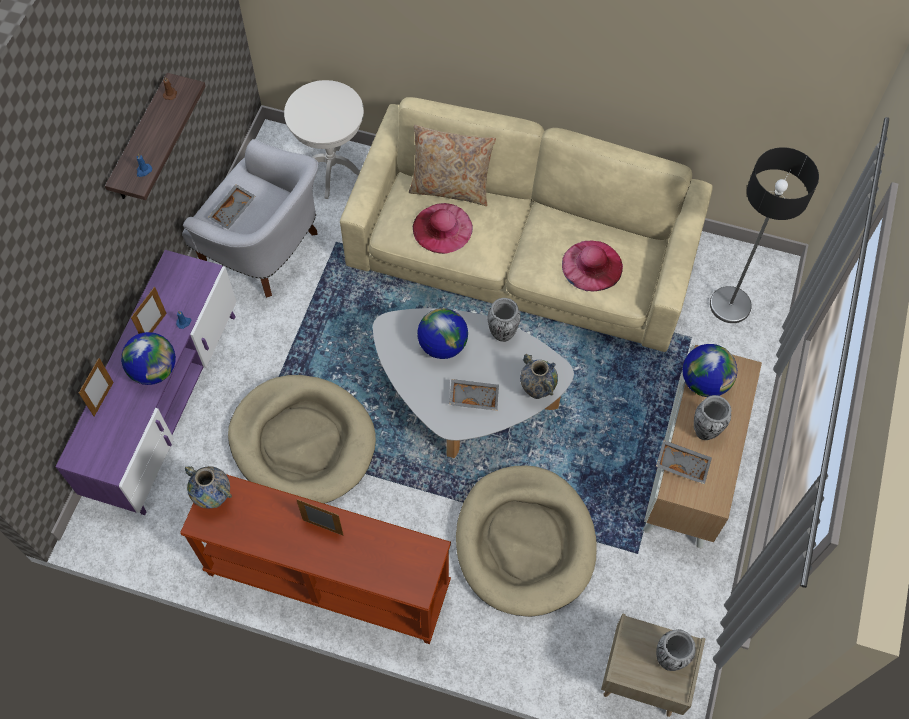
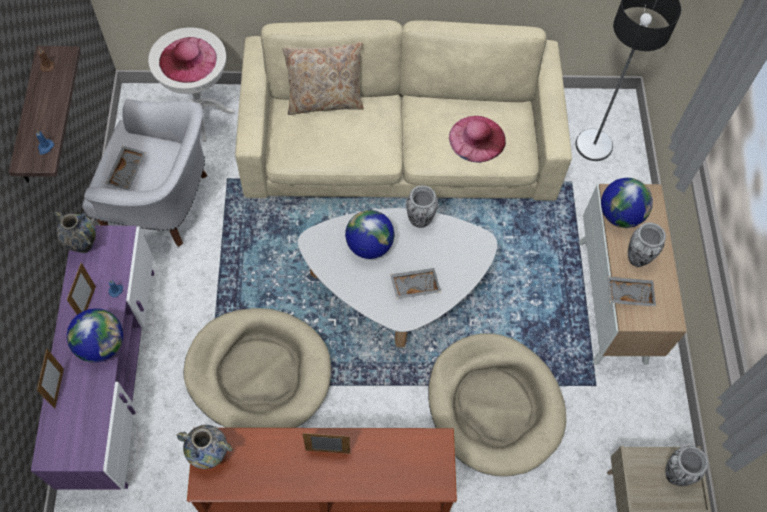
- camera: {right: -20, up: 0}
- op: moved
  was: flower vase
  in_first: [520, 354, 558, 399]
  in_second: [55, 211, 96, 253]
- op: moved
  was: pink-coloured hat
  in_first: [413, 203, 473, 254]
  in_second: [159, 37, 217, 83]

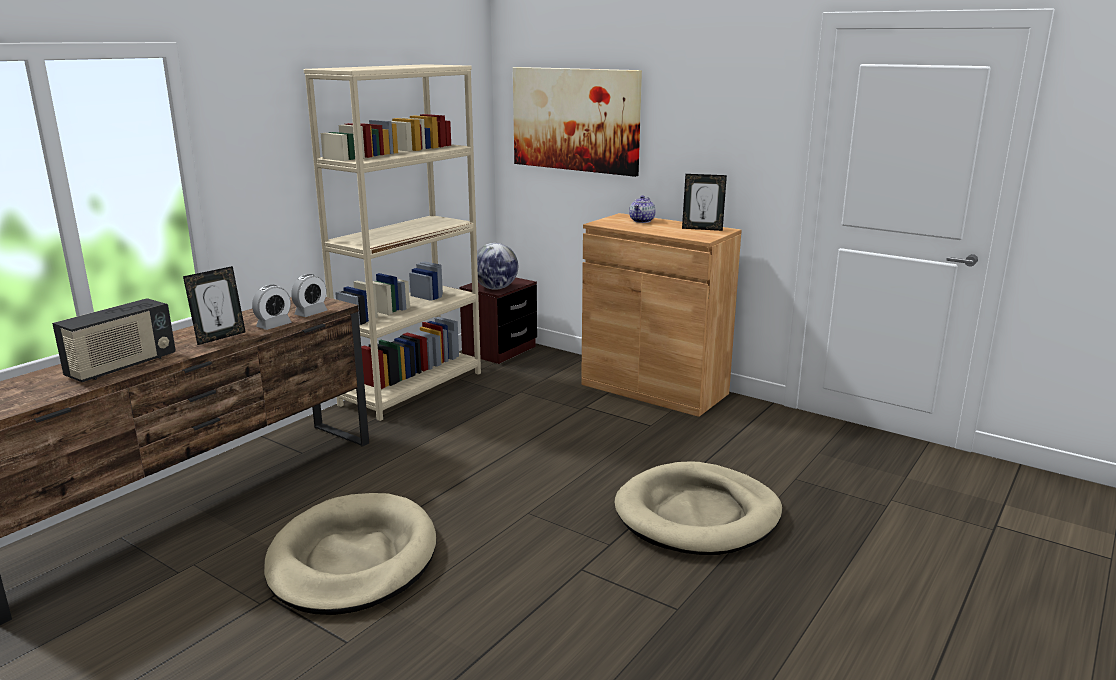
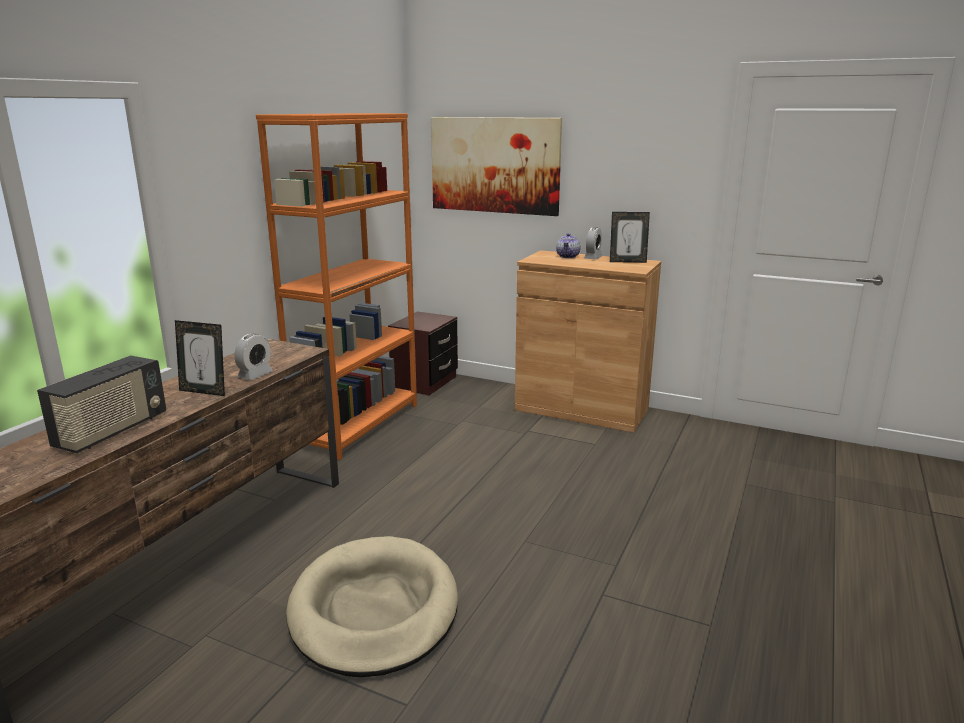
- camera: {right: -10, up: 0}
- op: turned
  was: standing frame
  in_first: [183, 266, 246, 345]
  in_second: [175, 320, 225, 396]
  clockwise: 75
- op: recoloured
  was: beige-coloured shelving unit
  now: orange shelving unit
  in_first: [304, 64, 481, 421]
  in_second: [256, 113, 417, 460]
- op: moved
  was: bedside clock
  in_first: [291, 274, 328, 317]
  in_second: [584, 227, 603, 259]
- op: removed
  was: desk globe
  in_first: [477, 243, 518, 290]
- op: removed
  was: beige-coloured dog cushion
  in_first: [614, 461, 782, 555]

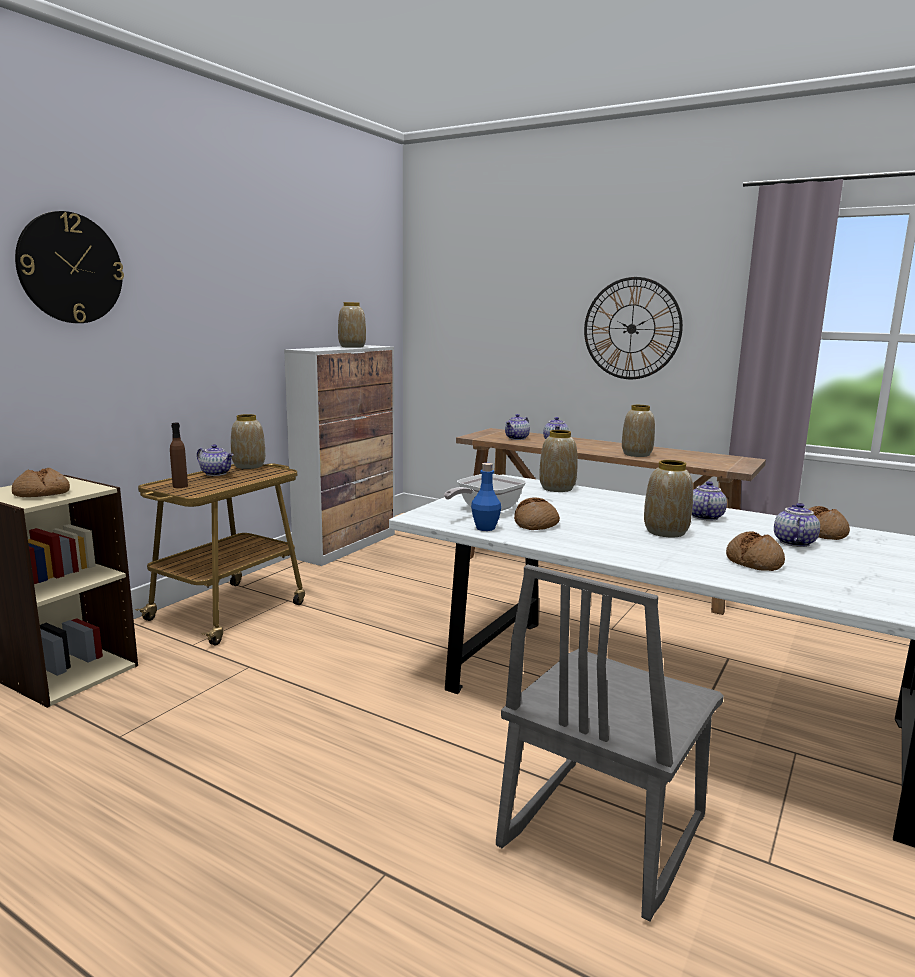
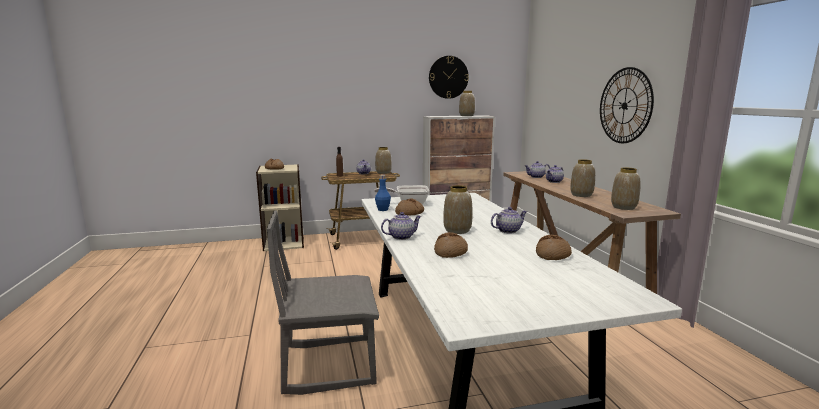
- camera: {right: 45, up: 0}
- op: moved
  was: tea pot
  in_first: [774, 503, 820, 547]
  in_second: [381, 212, 422, 240]
- op: moved
  was: wall clock
  in_first: [15, 211, 124, 323]
  in_second: [429, 56, 469, 99]
- op: moved
  was: flower vase
  in_first: [539, 430, 577, 492]
  in_second: [611, 168, 641, 210]

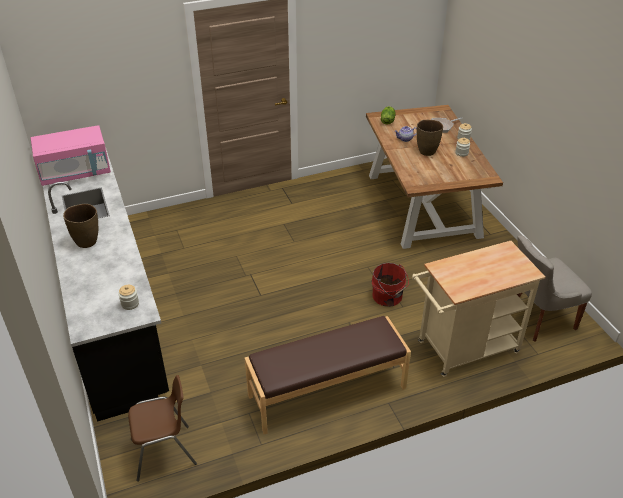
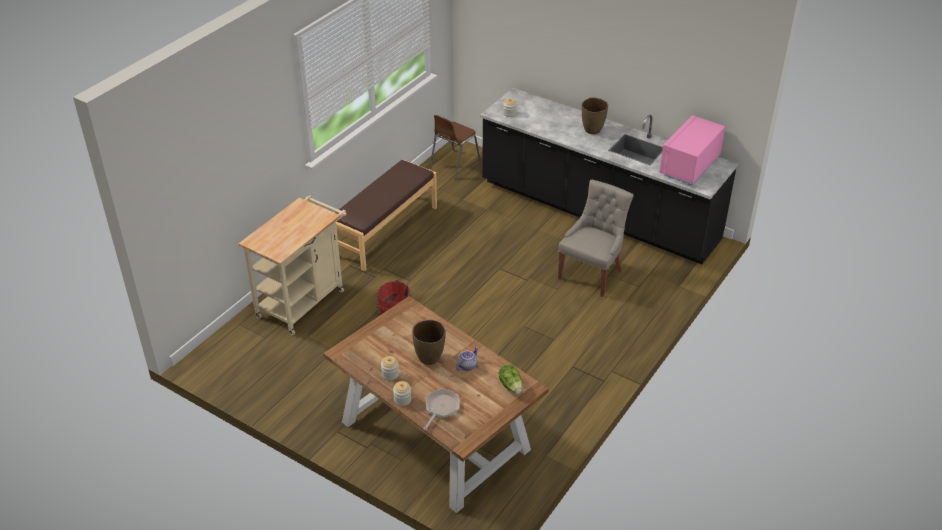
- camera: {right: 145, up: 0}
- op: moved
  was: grey plain chair
  in_first: [517, 235, 592, 342]
  in_second: [558, 180, 634, 297]

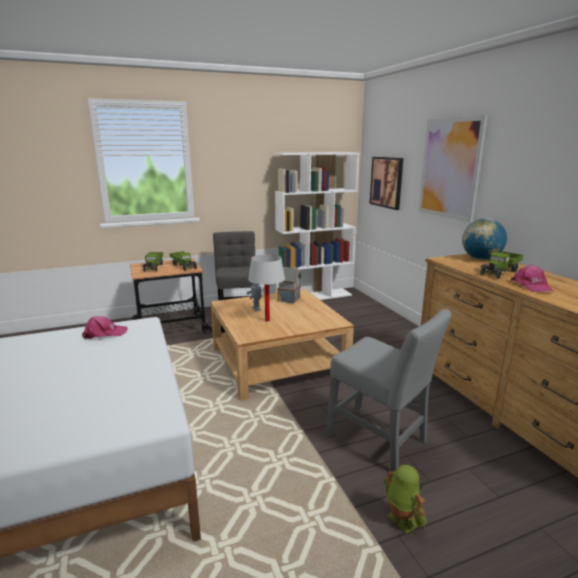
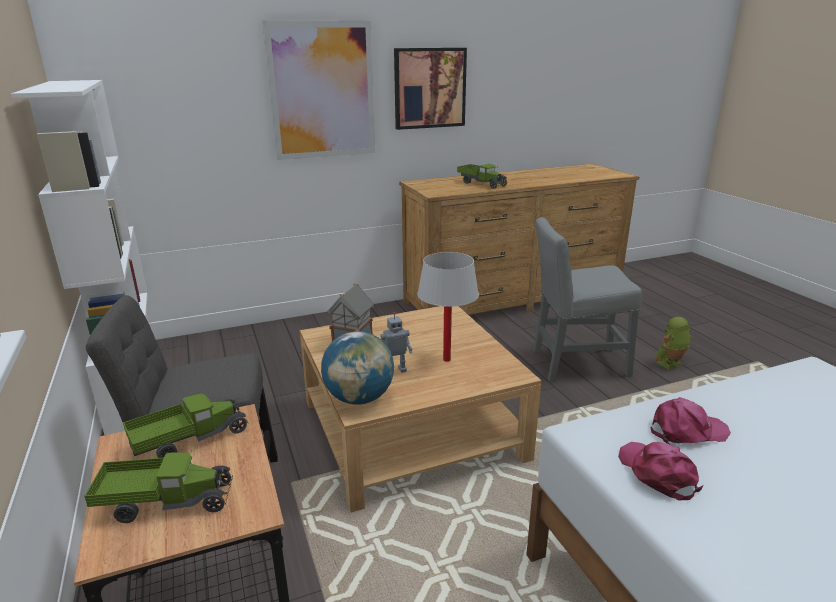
- camera: {right: -90, up: 5}
- op: moved
  was: desk globe
  in_first: [462, 218, 507, 260]
  in_second: [321, 331, 394, 405]
- op: moved
  was: wall art
  in_first: [370, 157, 403, 210]
  in_second: [394, 48, 467, 130]
- op: turned
  was: grey plain chair
  in_first: [326, 309, 452, 472]
  in_second: [533, 217, 642, 382]
  clockwise: -135
- op: moved
  was: pink-coloured peaked cap
  in_first: [511, 265, 553, 292]
  in_second: [651, 397, 731, 445]

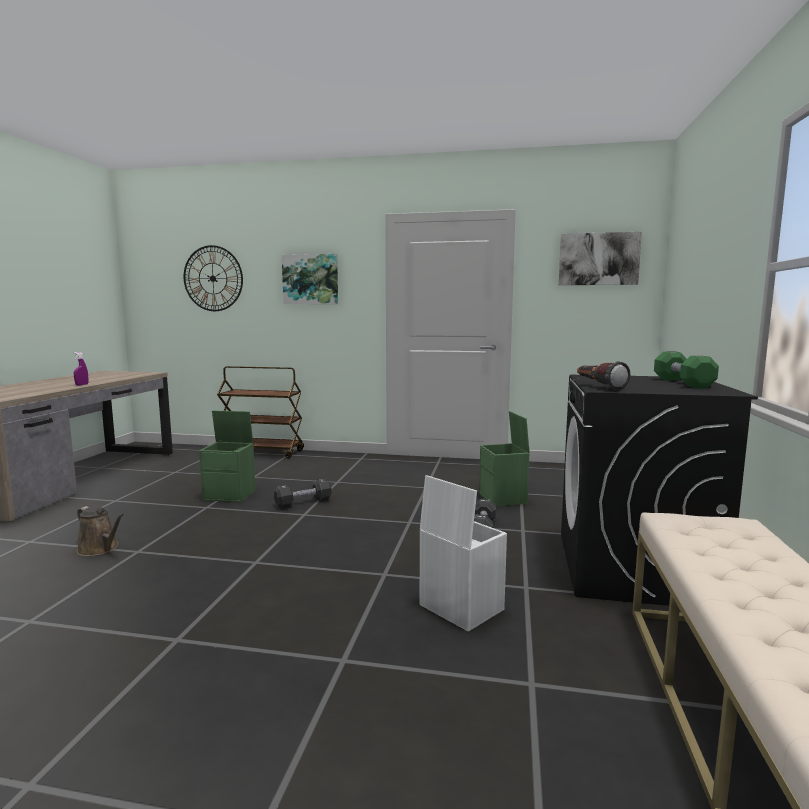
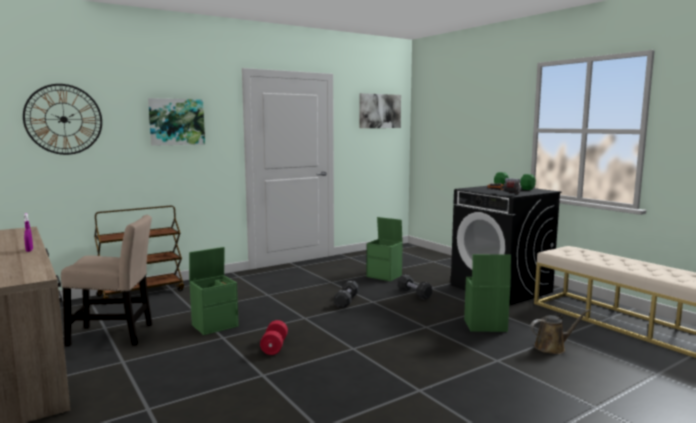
- camera: {right: -45, up: 0}
- op: added
  now: beige-coloured plain chair
  in_second: [61, 215, 152, 346]
- op: added
  now: red dumbbell
  in_second: [260, 320, 288, 355]
- op: moved
  was: blackish dumbbell
  in_first: [274, 479, 332, 509]
  in_second: [334, 280, 359, 308]
- op: recoloured
  was: whitish storage box
  now: greenish storage box
  in_first: [419, 475, 507, 632]
  in_second: [464, 254, 511, 332]
- op: moved
  was: brown watering can
  in_first: [77, 506, 124, 556]
  in_second: [530, 309, 590, 354]

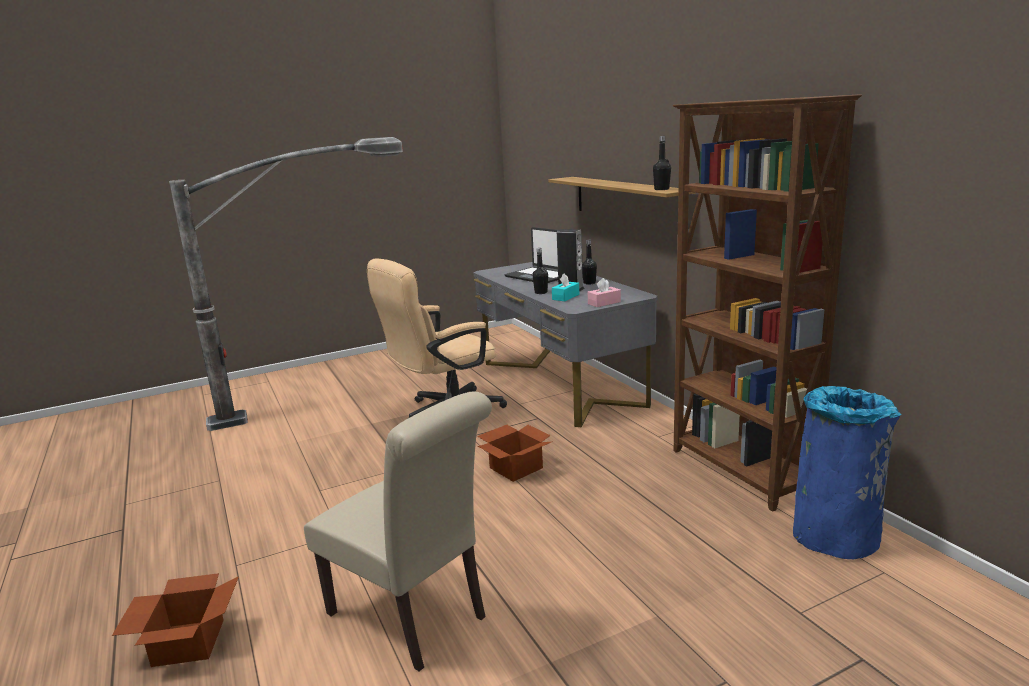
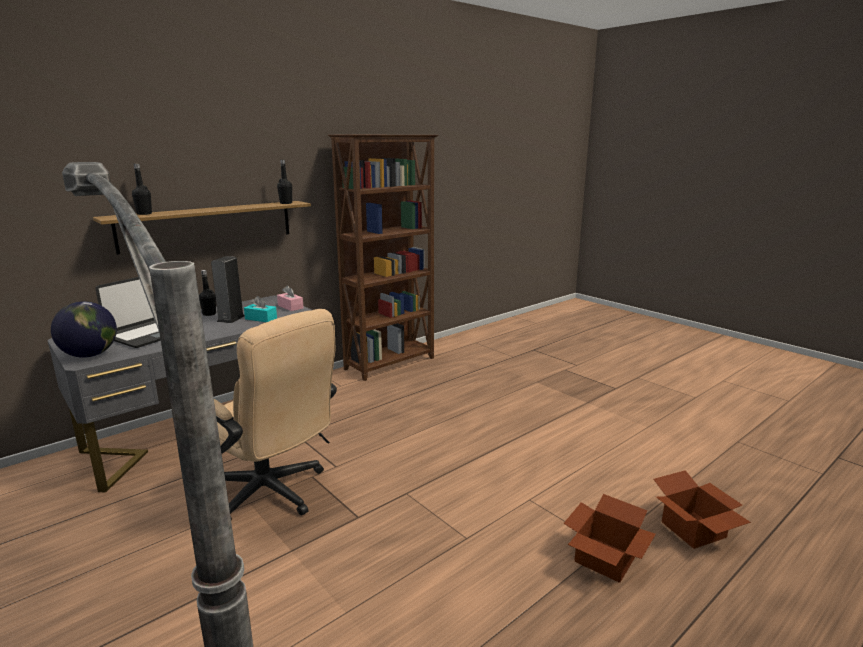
- camera: {right: -105, up: 0}
- op: added
  now: desk globe
  in_second: [51, 301, 117, 358]
- op: moved
  was: blackish beverage bottle
  in_first: [532, 248, 548, 294]
  in_second: [132, 164, 152, 215]
- op: moved
  was: carton
  in_first: [477, 425, 551, 482]
  in_second: [563, 494, 656, 583]
- op: removed
  was: beige-coloured plain chair
  in_first: [304, 392, 492, 672]
- op: removed
  was: blue rubbish bin
  in_first: [793, 386, 901, 559]

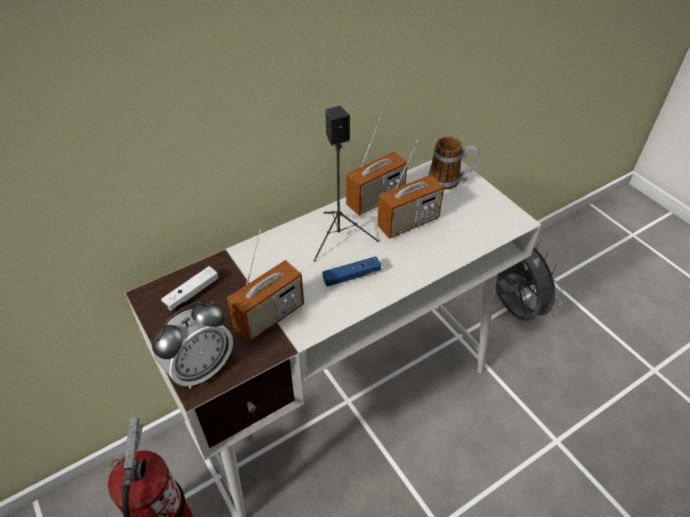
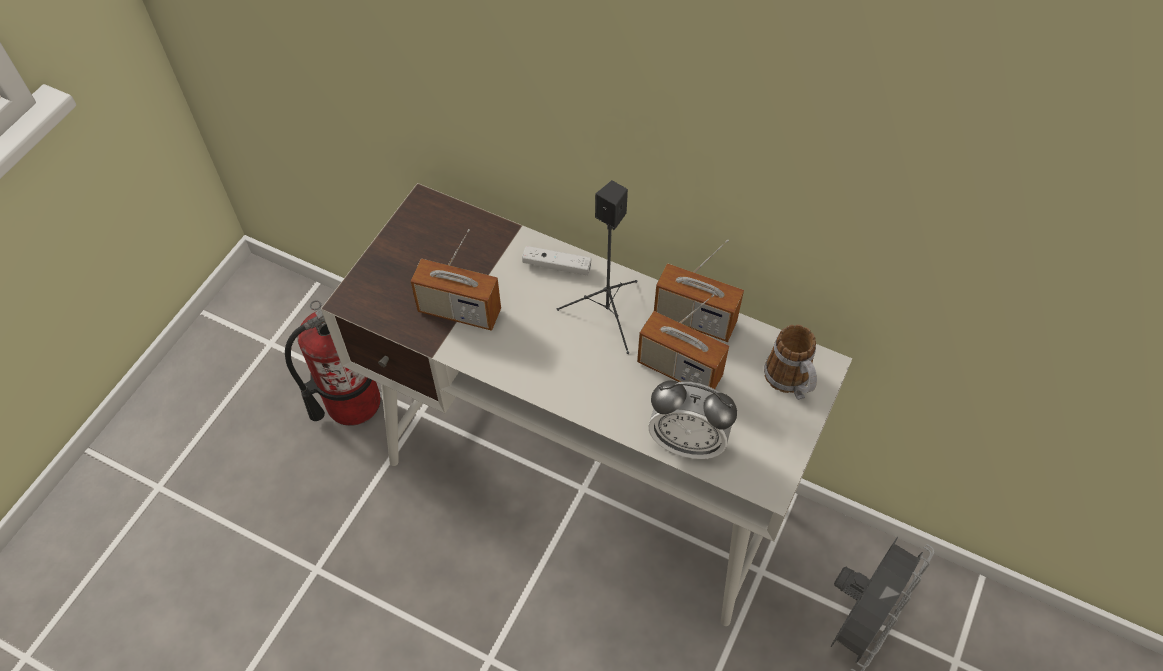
- camera: {right: 60, up: 10}
- op: moved
  was: whitish joypad
  in_first: [161, 266, 218, 310]
  in_second: [522, 246, 591, 275]
- op: moved
  was: bedside clock
  in_first: [152, 301, 233, 389]
  in_second: [648, 381, 737, 459]
- op: removed
  was: blue joypad
  in_first: [322, 256, 381, 286]

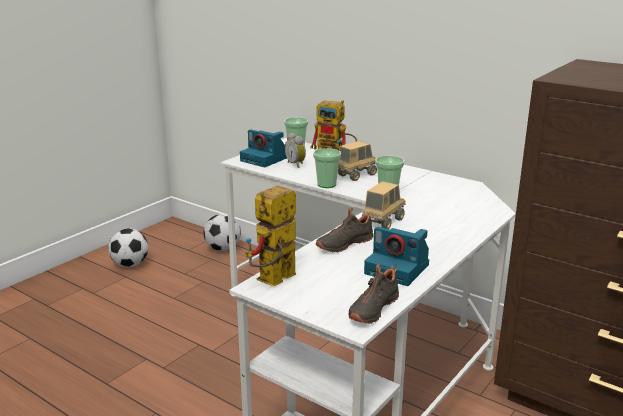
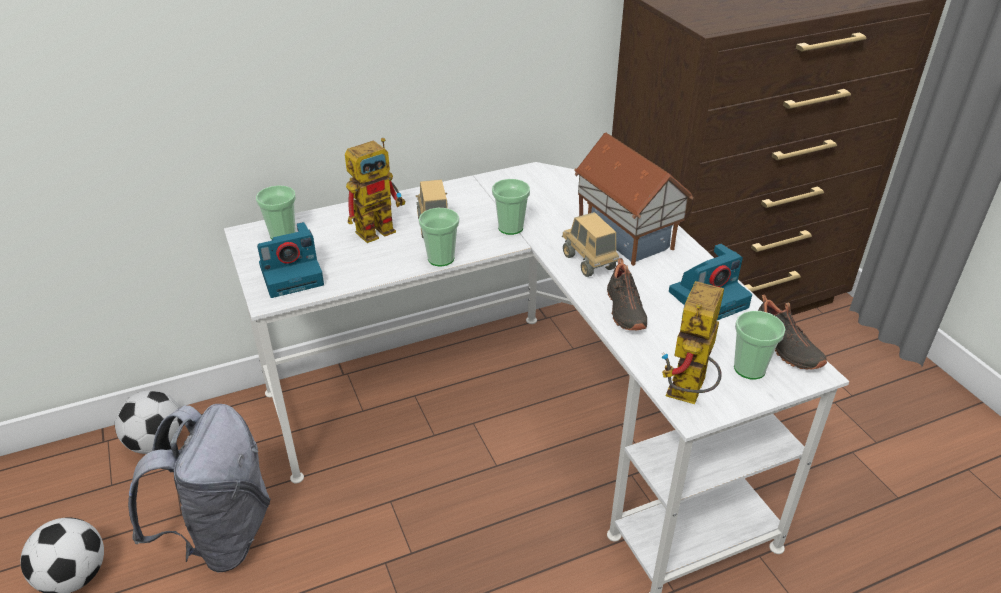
- camera: {right: -60, up: 15}
- op: added
  now: grey knapsack
  in_second: [128, 404, 271, 573]
- op: added
  now: toy house
  in_second: [574, 133, 694, 266]
- op: turned
  was: model robot
  in_first: [245, 186, 296, 286]
  in_second: [662, 281, 724, 404]
  clockwise: 45
- op: added
  now: drinking cup
  in_second: [734, 311, 786, 379]
- op: removed
  was: bedside clock
  in_first: [285, 133, 306, 168]

